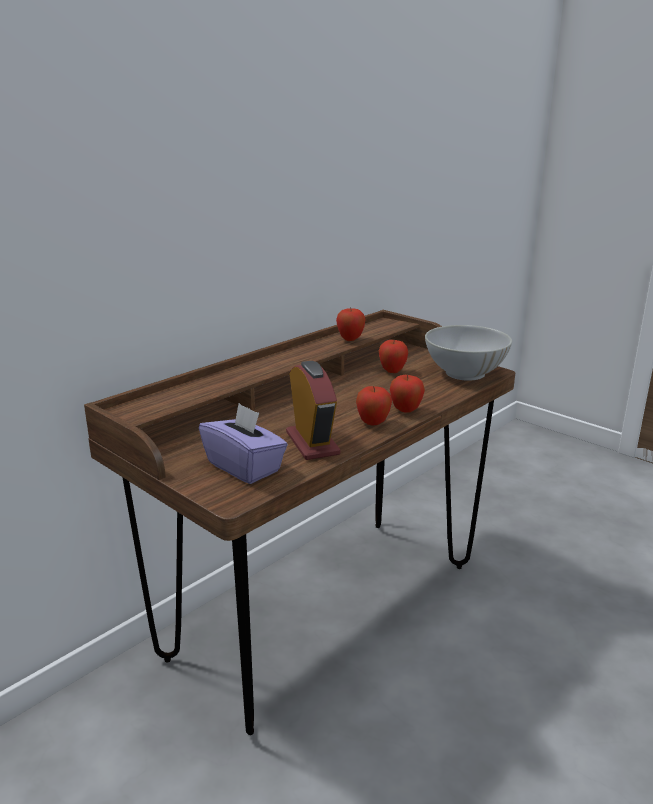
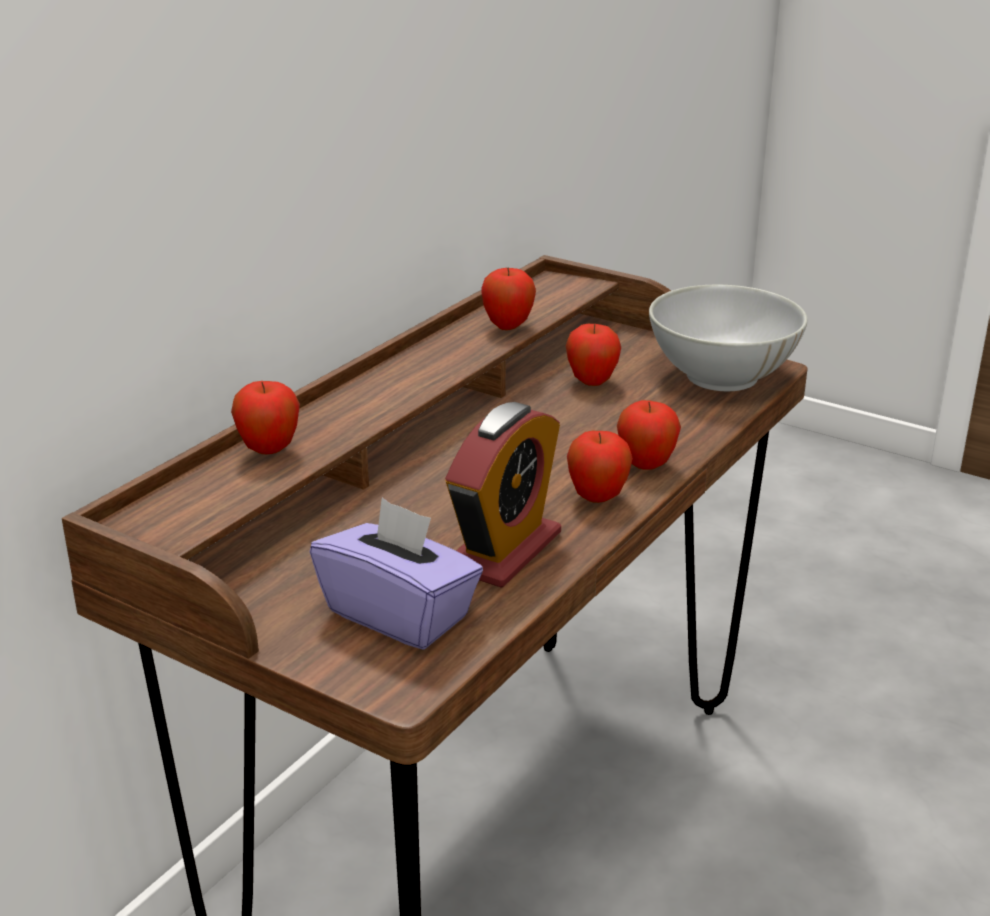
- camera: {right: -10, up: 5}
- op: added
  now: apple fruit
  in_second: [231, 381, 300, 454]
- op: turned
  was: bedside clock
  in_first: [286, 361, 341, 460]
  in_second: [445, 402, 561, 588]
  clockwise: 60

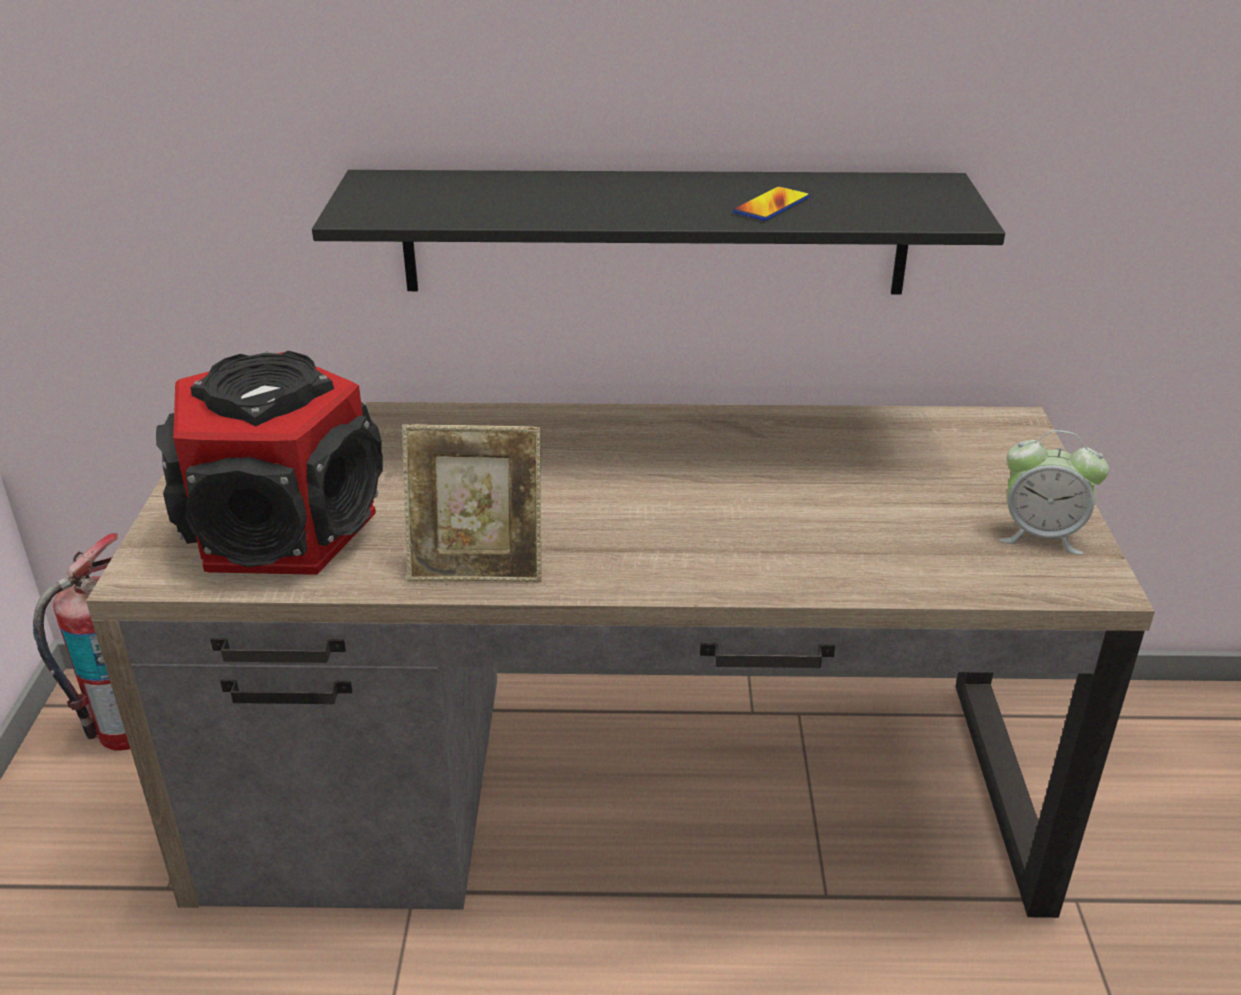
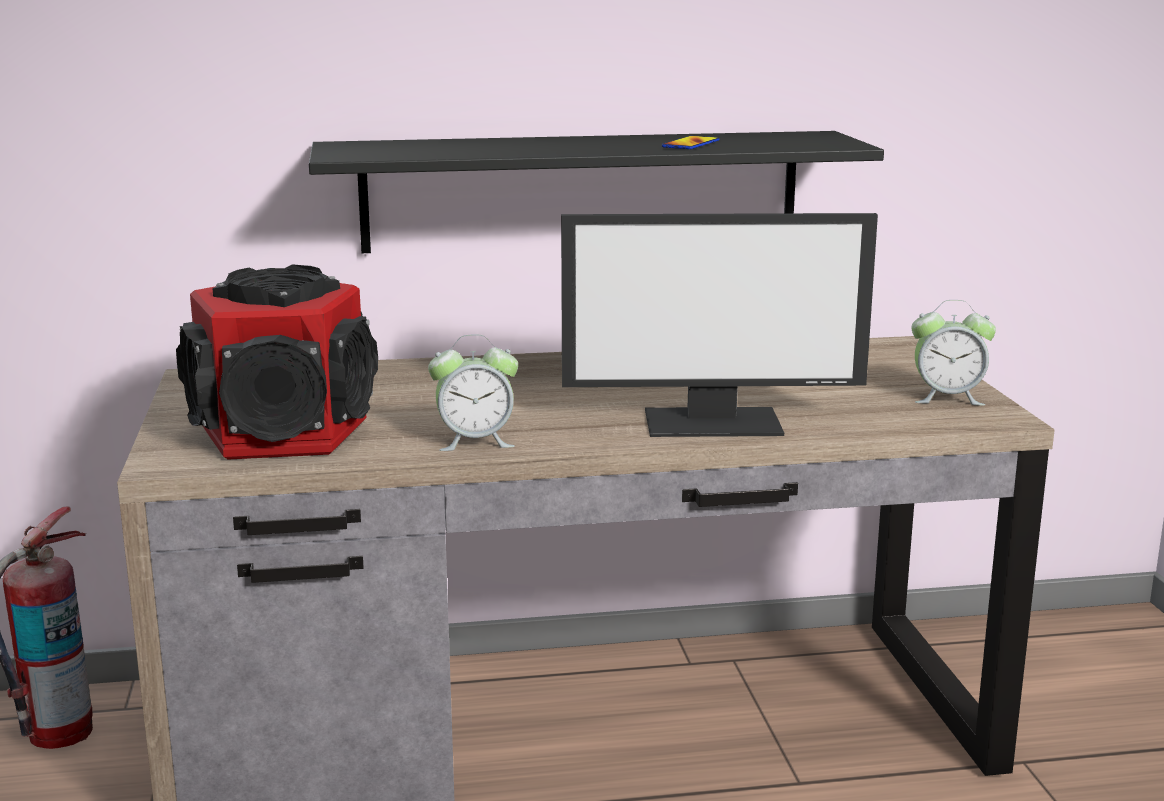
- camera: {right: -10, up: -15}
- op: replaced
  was: standing frame
  now: bedside clock
  in_first: [402, 424, 542, 582]
  in_second: [428, 334, 518, 451]
- op: added
  now: computer display
  in_second: [561, 213, 878, 437]

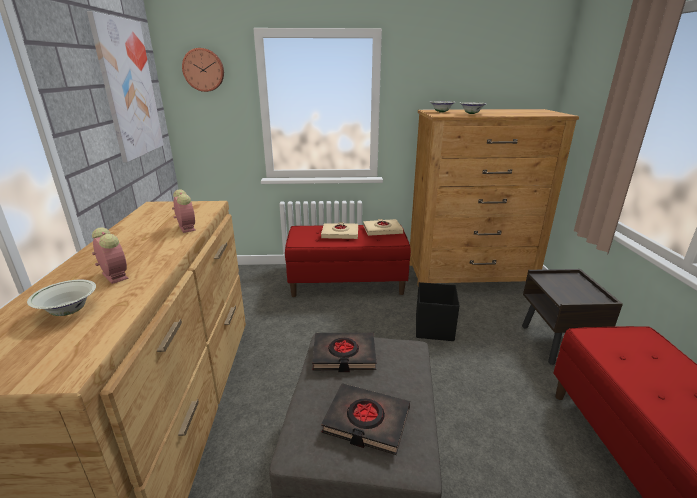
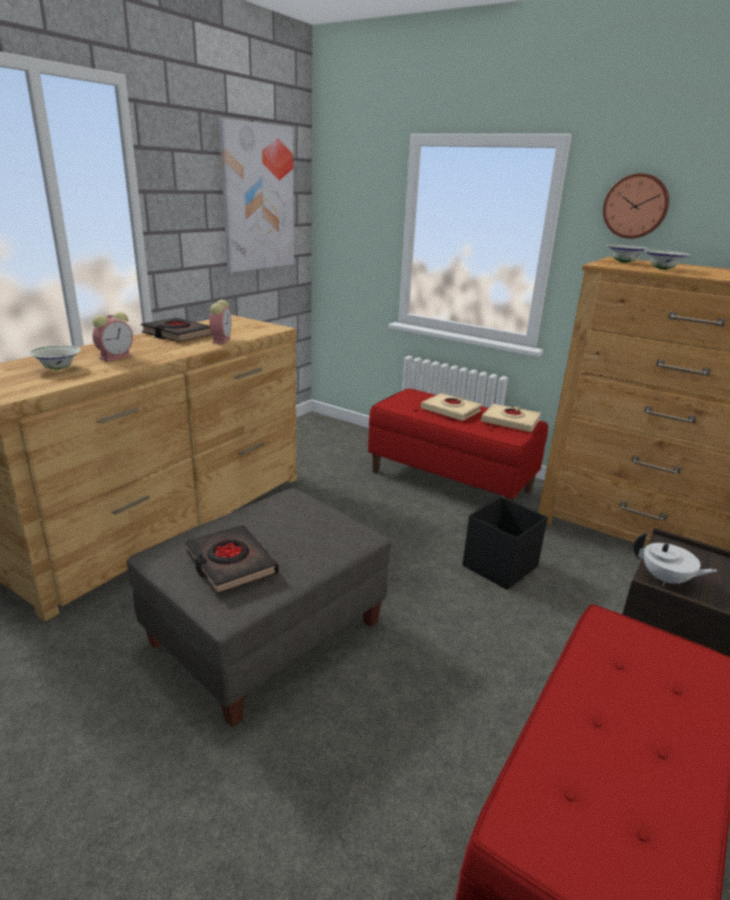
- camera: {right: 35, up: 0}
- op: turned
  was: bedside clock
  in_first: [92, 227, 129, 284]
  in_second: [92, 312, 133, 362]
  clockwise: 45
- op: moved
  was: blackish book
  in_first: [312, 333, 376, 372]
  in_second: [141, 318, 212, 342]
- op: moved
  was: wall clock
  in_first: [182, 48, 224, 92]
  in_second: [603, 173, 669, 239]
- op: added
  now: whitish tea pot
  in_second: [634, 533, 717, 586]

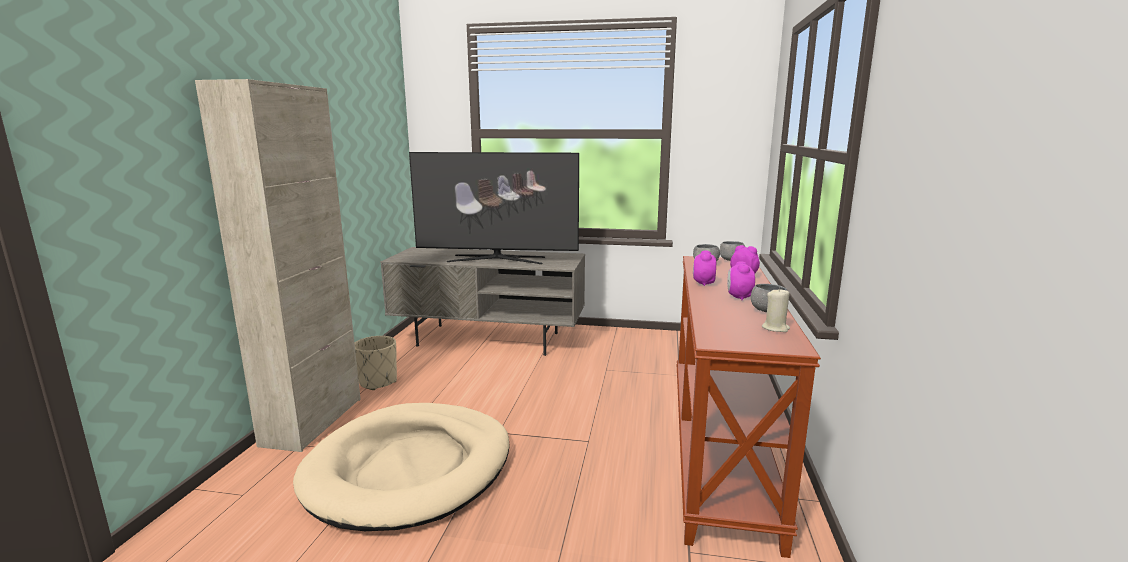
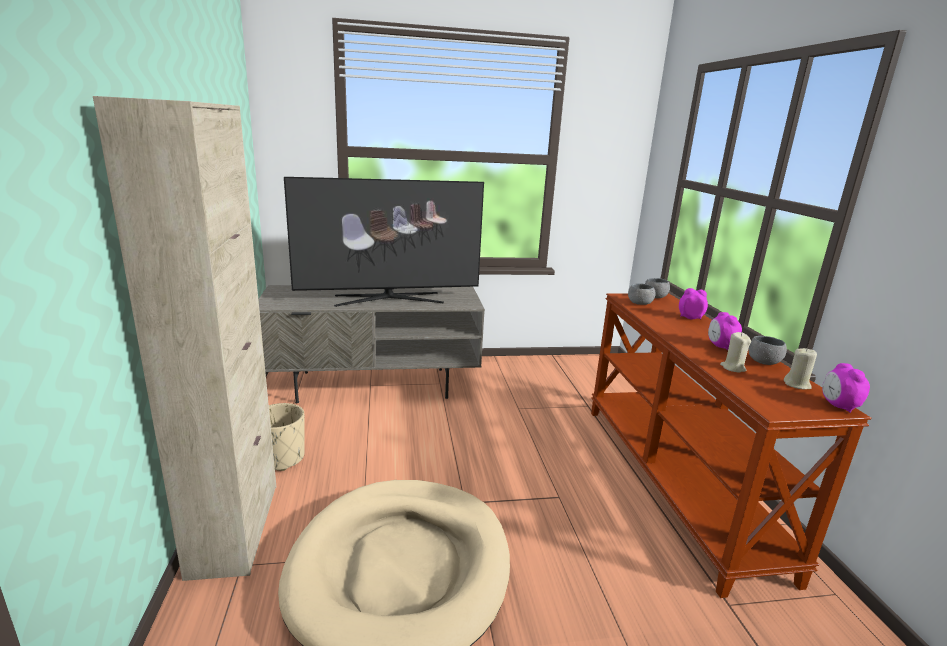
- camera: {right: -20, up: 5}
- op: added
  now: beige-coloured candle
  in_second: [720, 332, 751, 373]
- op: moved
  was: bedside clock
  in_first: [693, 250, 716, 286]
  in_second: [822, 363, 870, 413]

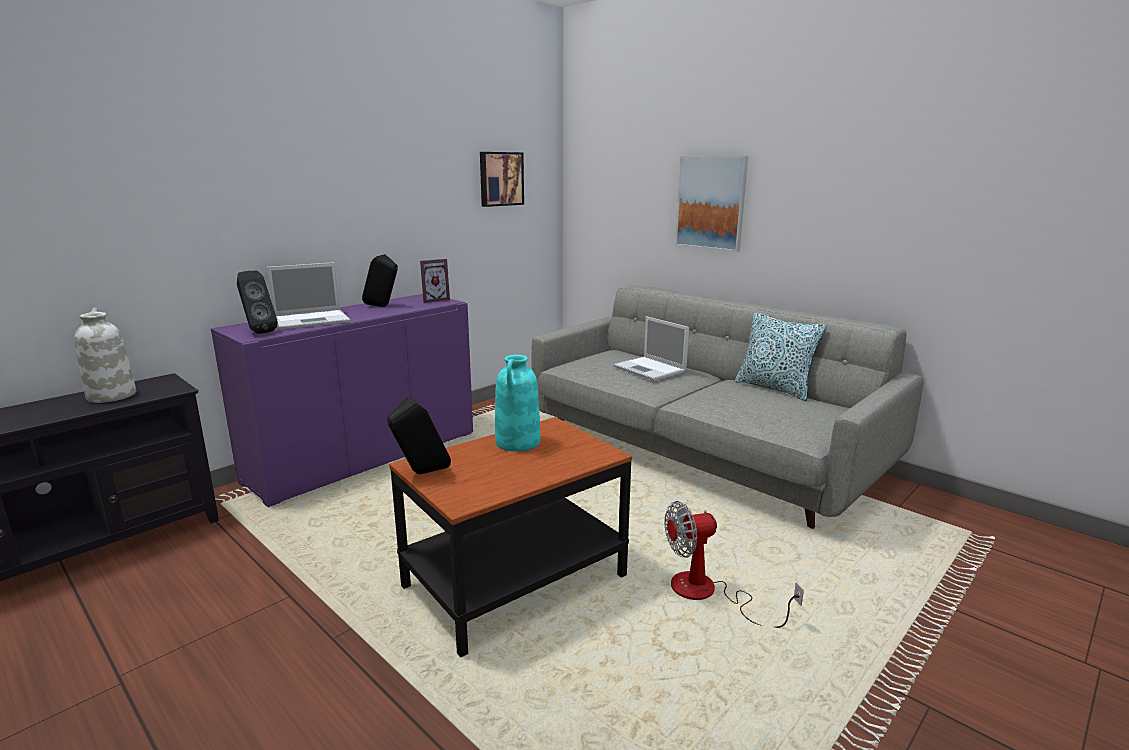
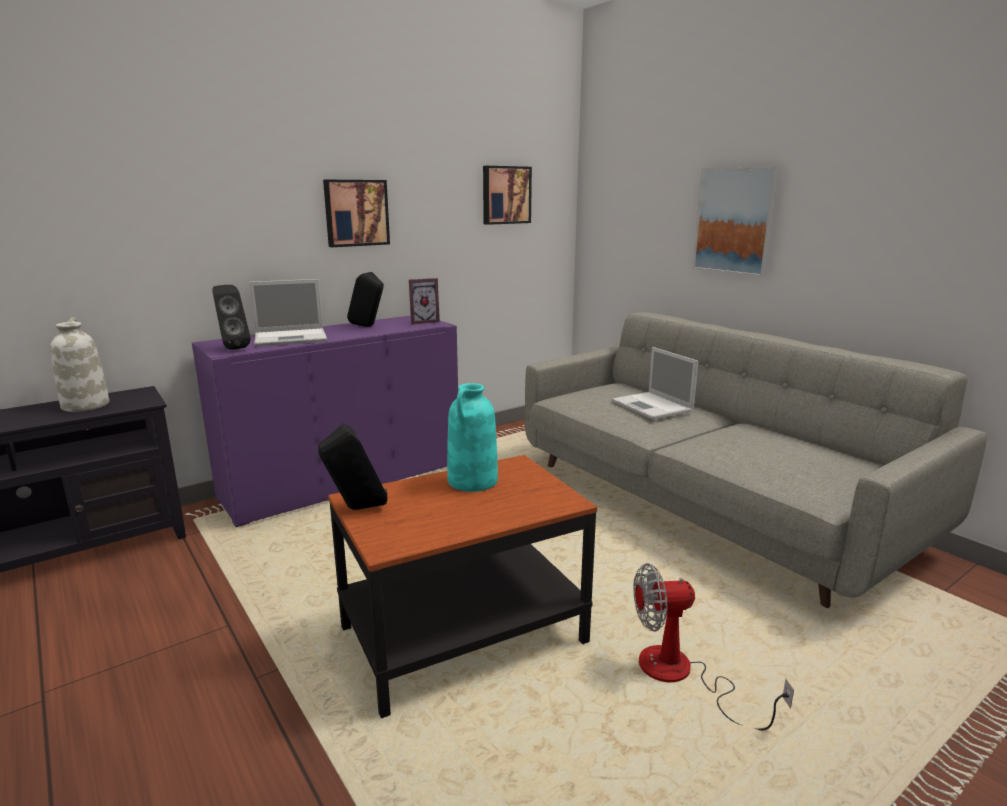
- camera: {right: 10, up: 0}
- op: added
  now: wall art
  in_second: [323, 180, 390, 247]
- op: removed
  was: pillow
  in_first: [735, 312, 828, 401]

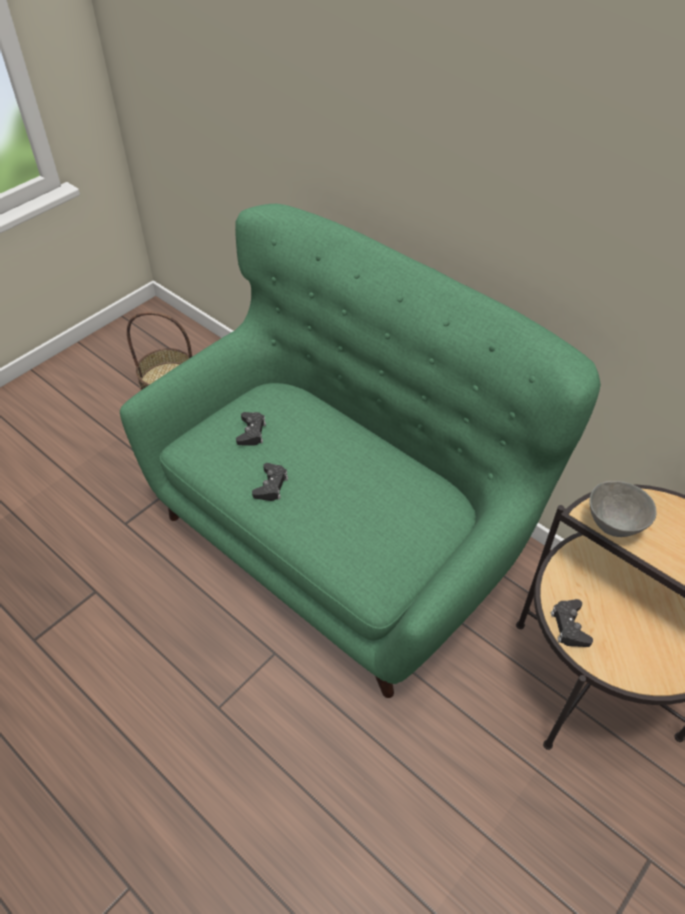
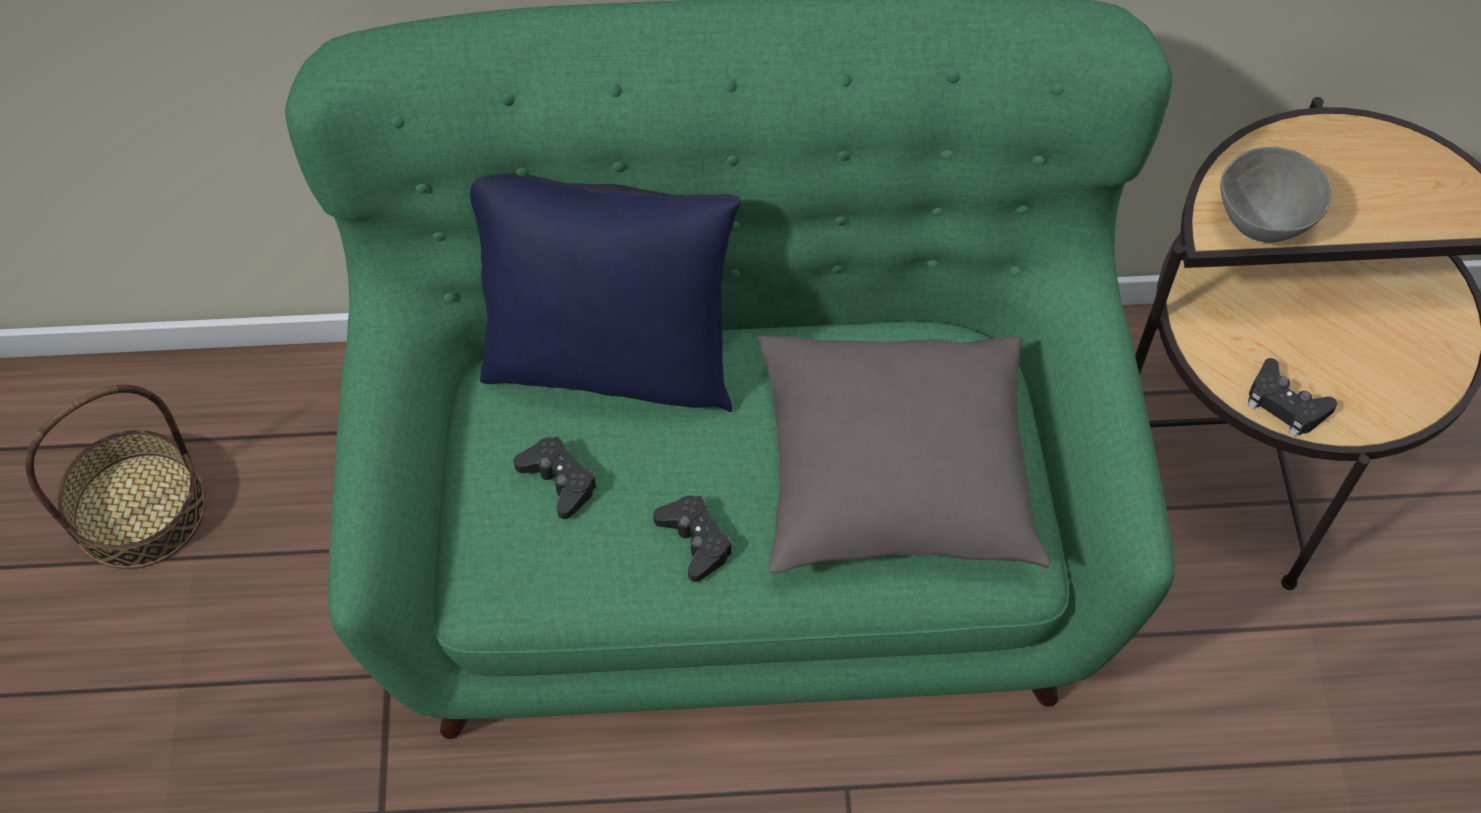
- camera: {right: -45, up: 10}
- op: added
  now: blue pillow
  in_second: [470, 173, 741, 412]
- op: added
  now: grey pillow
  in_second: [758, 336, 1050, 573]

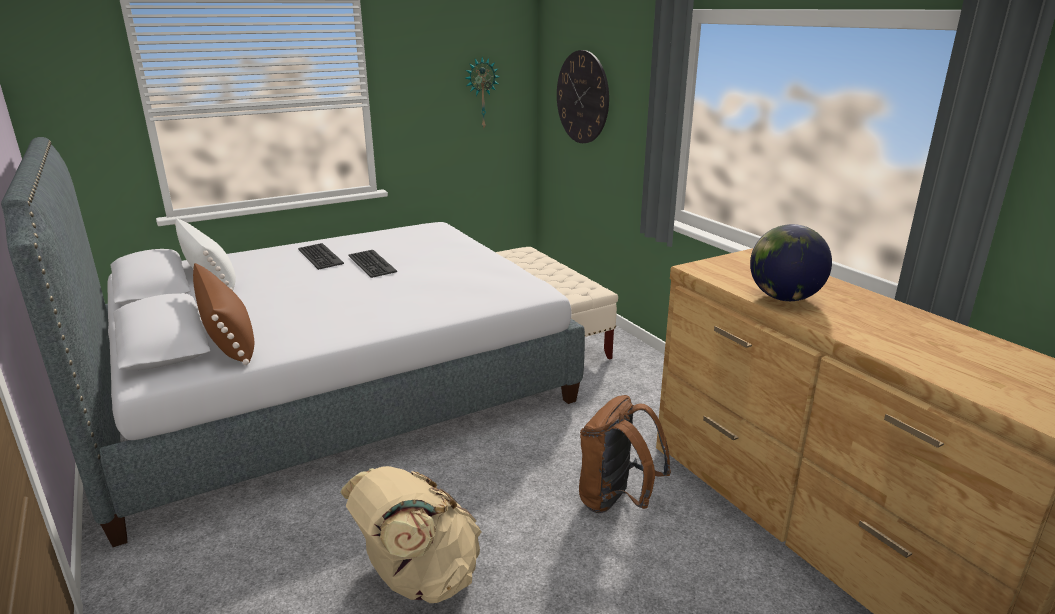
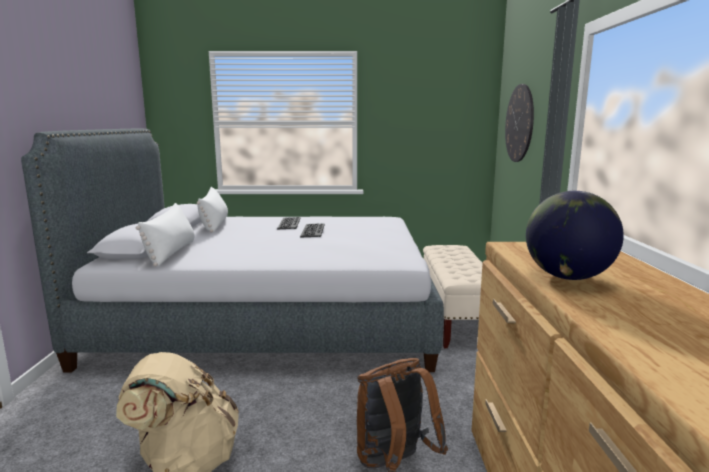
- camera: {right: 30, up: -10}
- op: recoloured
  was: brown pillow
  now: whitish pillow
  in_first: [193, 263, 254, 365]
  in_second: [136, 203, 194, 267]
- op: removed
  was: wall clock
  in_first: [465, 57, 500, 128]

